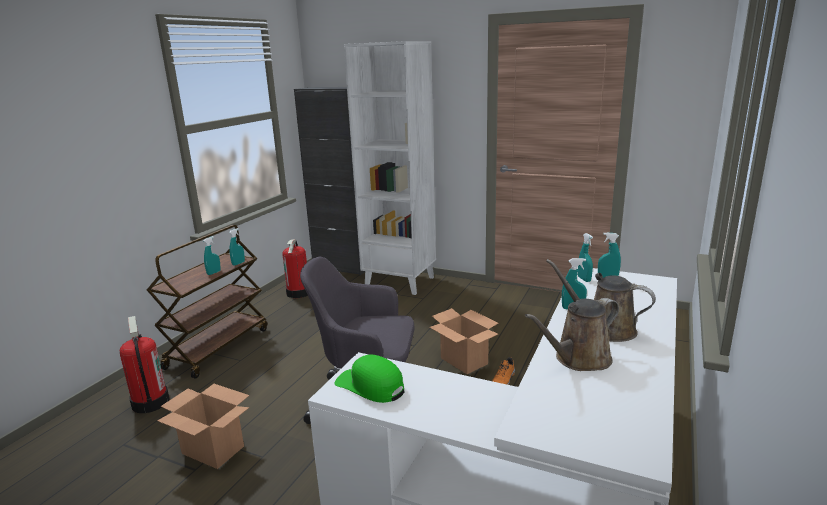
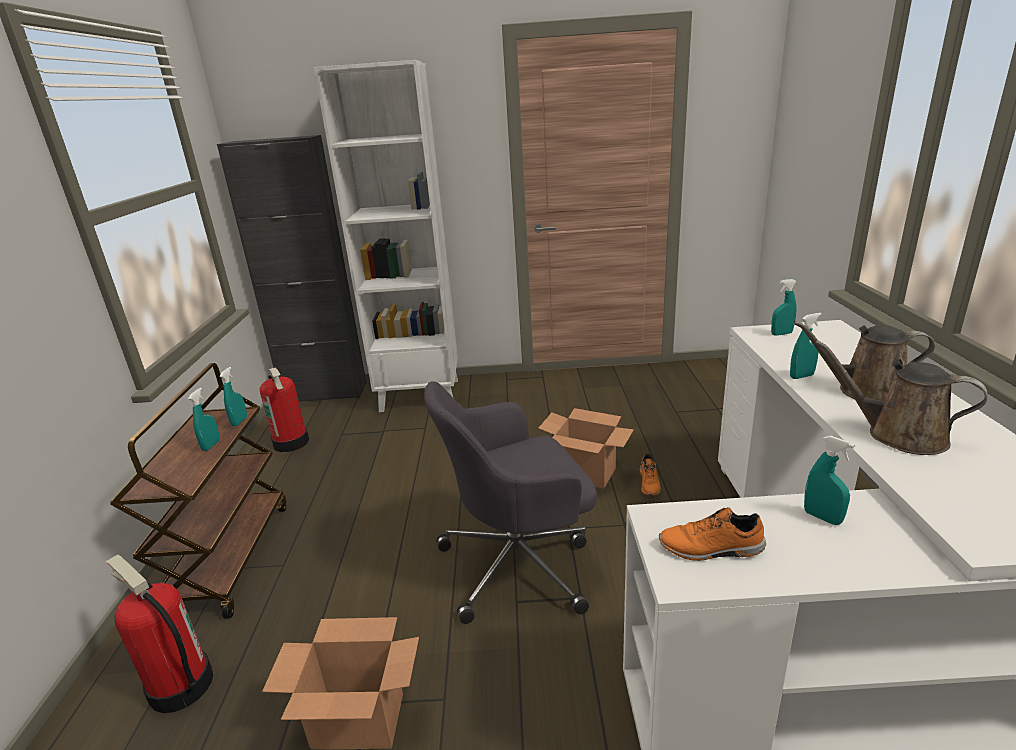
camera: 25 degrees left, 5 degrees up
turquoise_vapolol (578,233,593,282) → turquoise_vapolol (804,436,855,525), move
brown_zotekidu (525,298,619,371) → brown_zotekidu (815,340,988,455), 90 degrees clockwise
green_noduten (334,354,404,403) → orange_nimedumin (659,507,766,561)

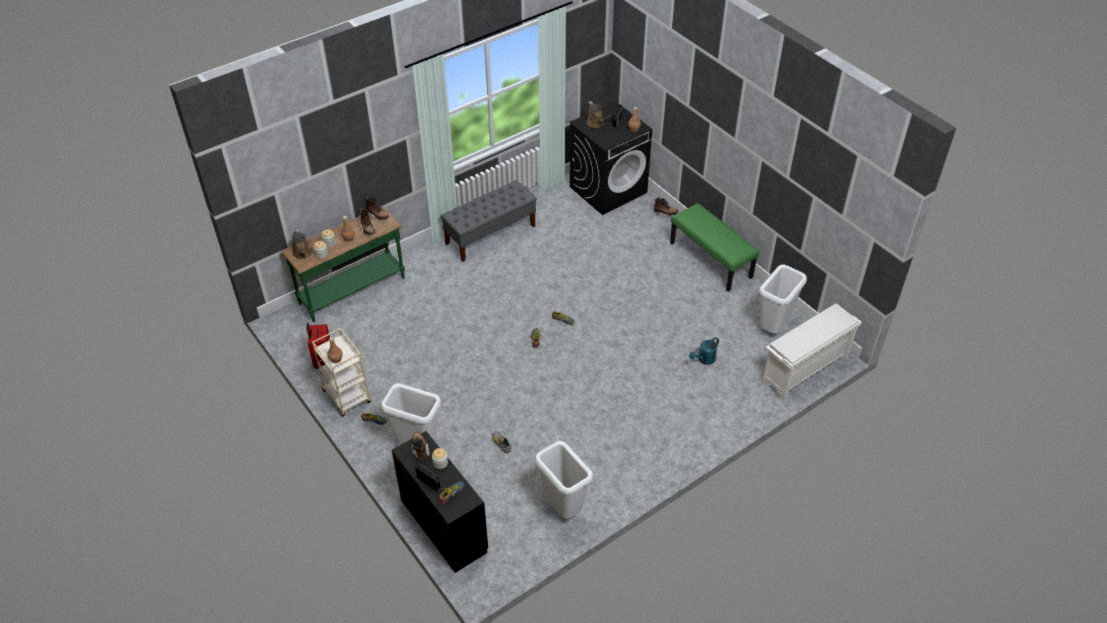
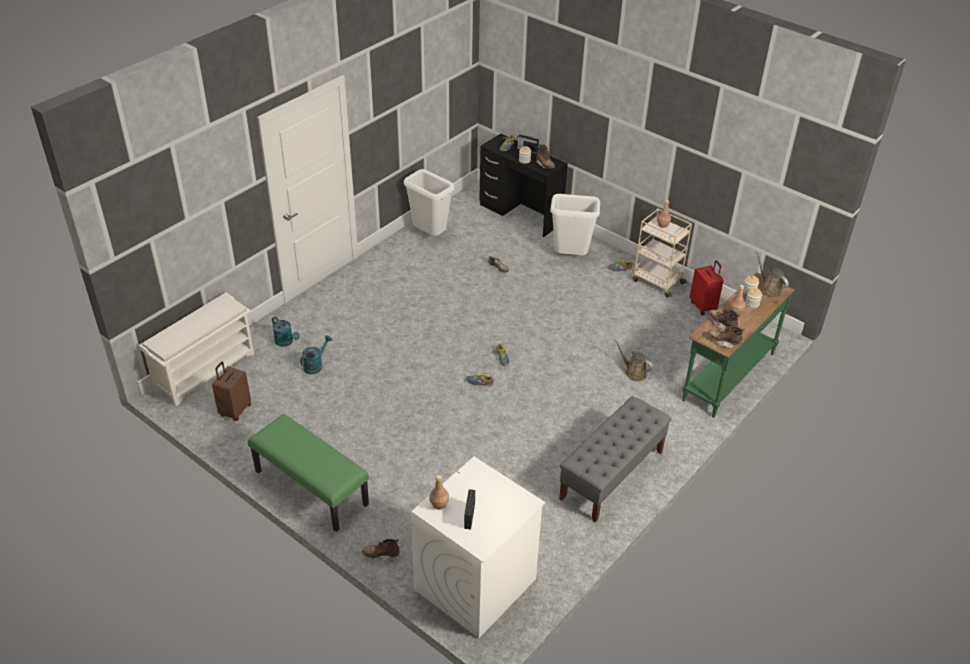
camera: 165 degrees right, 5 degrees down
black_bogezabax (569,101,652,215) → white_bogezabax (411,457,545,638)
brown_zotekidu (587,101,612,128) → brown_zotekidu (614,339,653,381), move
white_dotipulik (759,264,807,333) → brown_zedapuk (212,362,251,421)
- → turquoise_zotekidu (272,317,300,347)

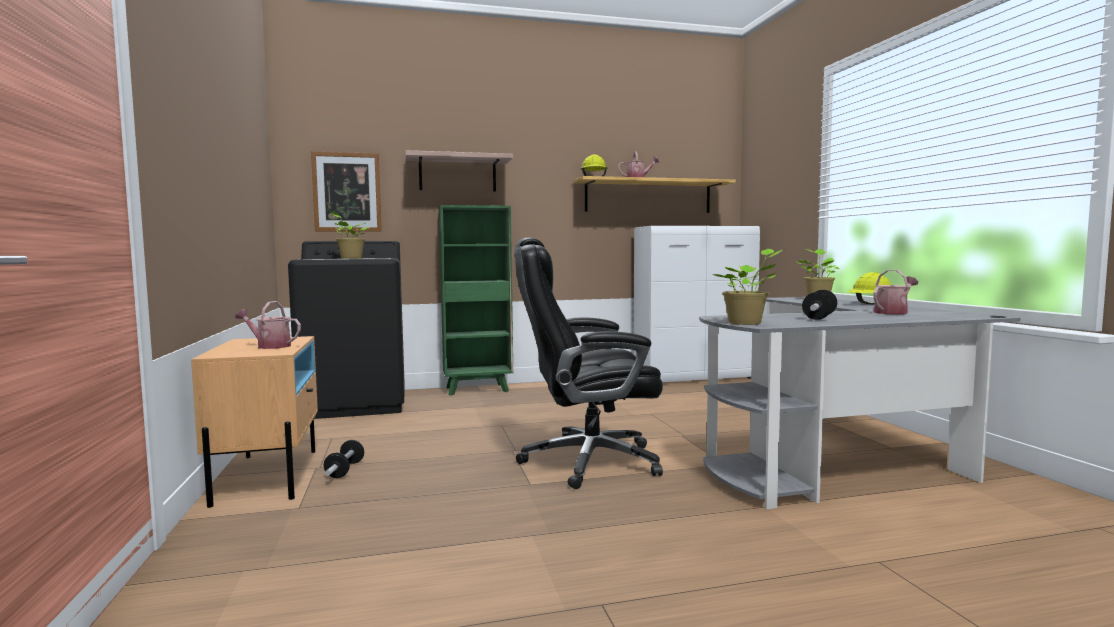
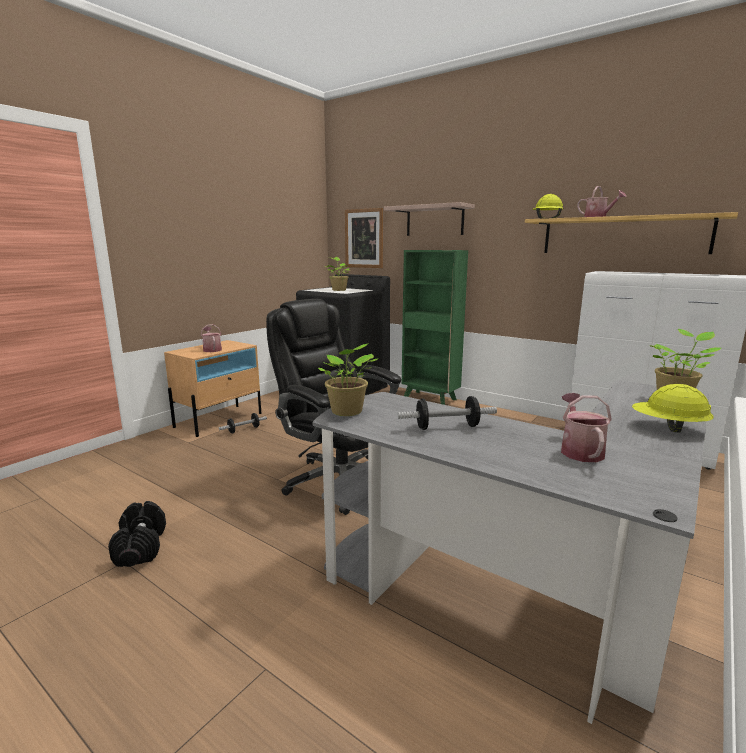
camera: 50 degrees right, 10 degrees up
zotekidu (873,270,918,314) → zotekidu (561,393,612,462), 105 degrees counterclockwise
- → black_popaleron (108,501,166,567)

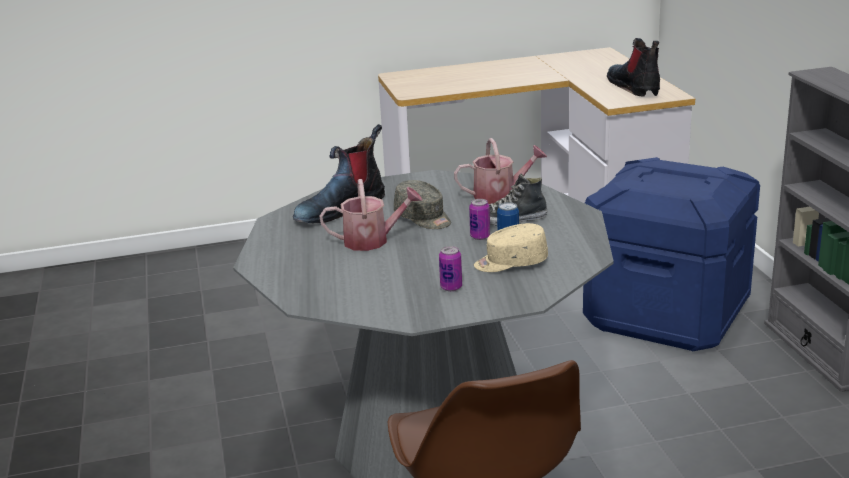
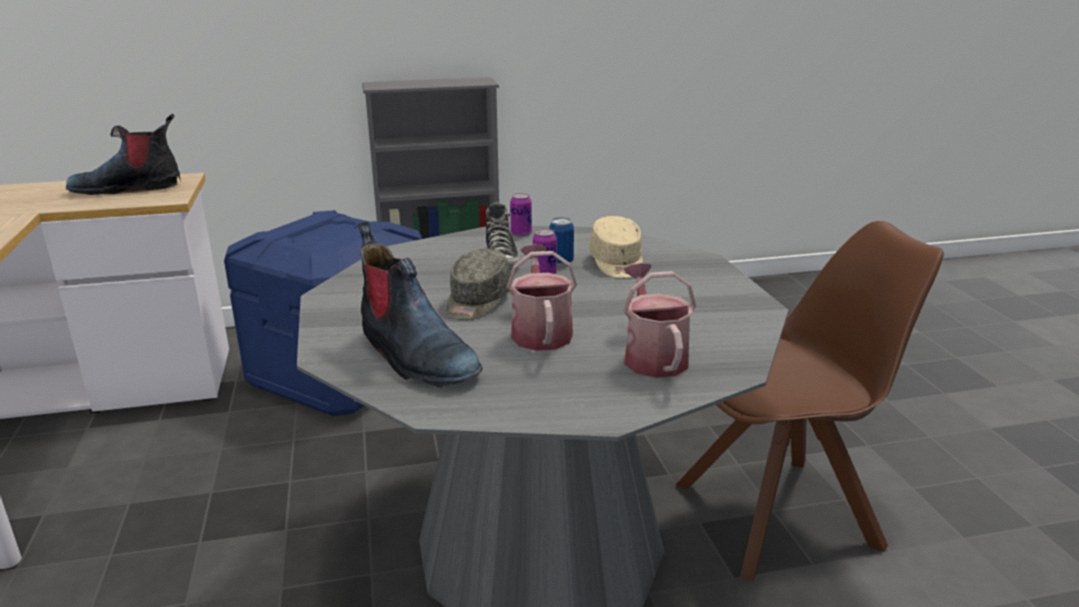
camera: 90 degrees left, 0 degrees up
zotekidu (454,138,547,204) → zotekidu (623,263,696,378), move
grey_noduten (394,180,451,229) → grey_noduten (447,249,511,320), 150 degrees clockwise
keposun (439,246,462,291) → keposun (510,193,532,237), move

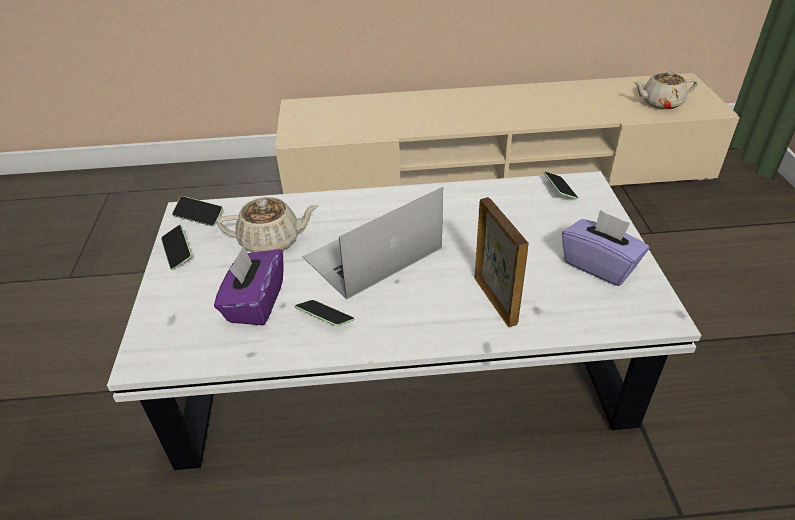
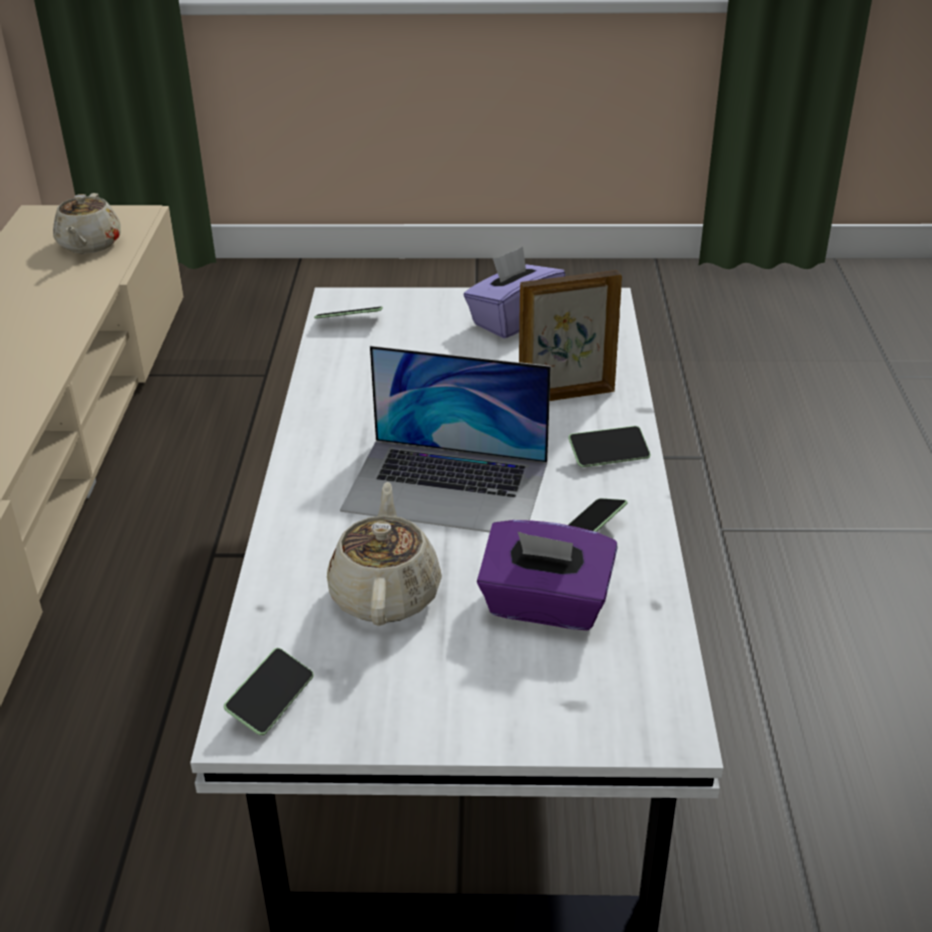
camera: 85 degrees left, 5 degrees down
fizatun (302,187,443,300) → fizatun (340,346,551,533), 45 degrees counterclockwise
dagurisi (161,225,192,270) → dagurisi (568,426,651,467), move

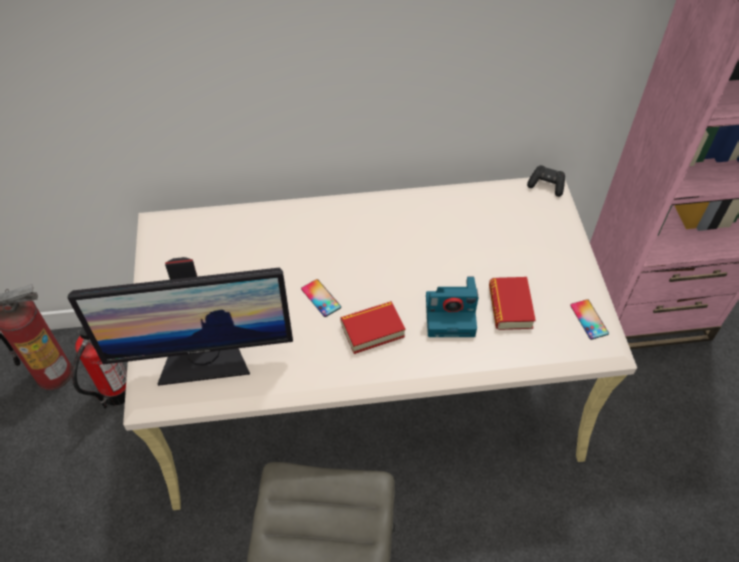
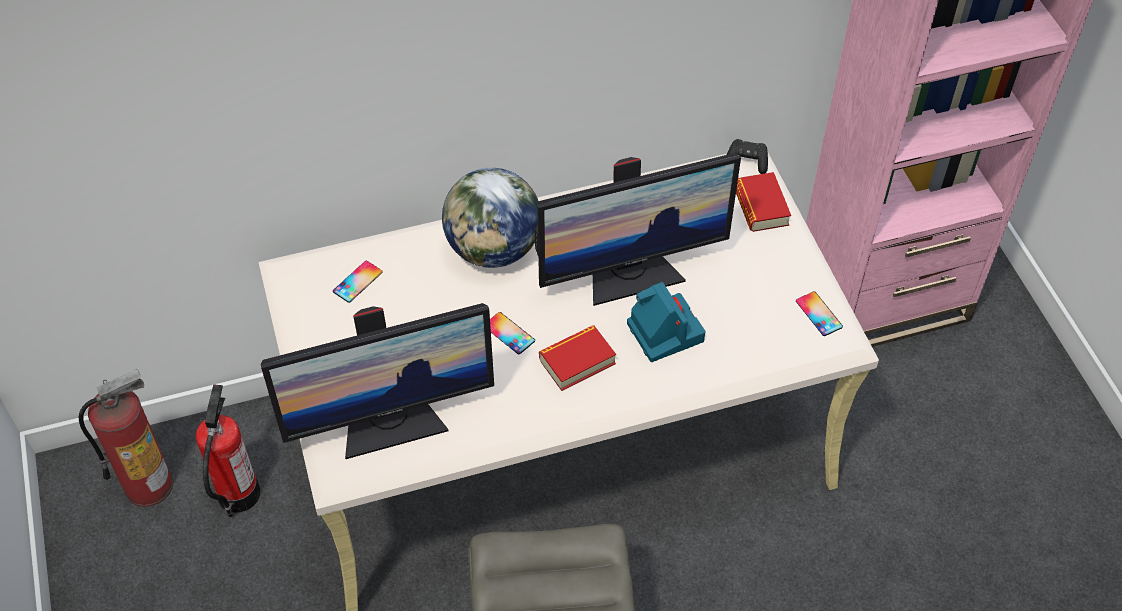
camera: 10 degrees left, 0 degrees up
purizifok (426,276,479,337) → purizifok (627,282,705,362), 105 degrees counterclockwise
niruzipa (489,277,536,330) → niruzipa (736,172,791,232), move
- → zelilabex (535,153,741,306)
- → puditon (442,168,538,268)
- → dagurisi (333,261,383,303)

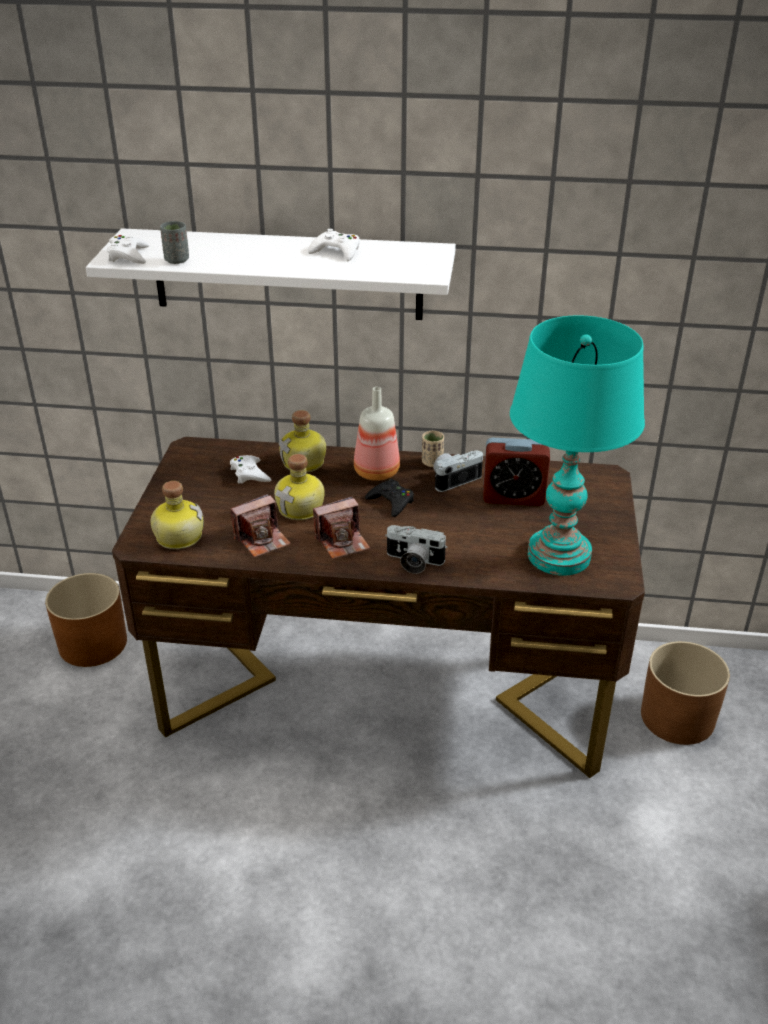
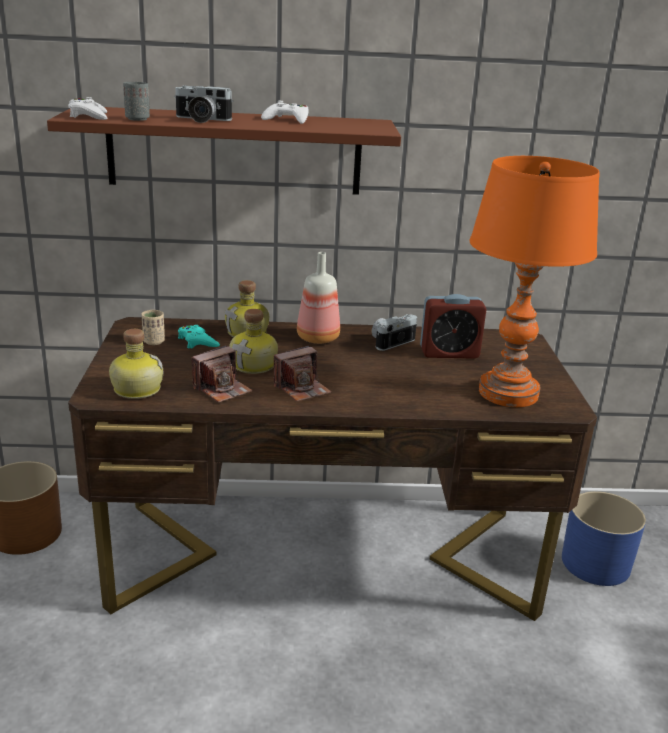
camera: 10 degrees left, 10 degrees down
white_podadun (86,228,456,320) → brown_podadun (47,107,401,195)
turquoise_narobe (510,315,645,576) → orange_narobe (470,156,600,407)
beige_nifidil (422,431,444,467) → beige_nifidil (142,310,165,345), move
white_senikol (230,455,271,484) → turquoise_senikol (178,325,220,349)
black_senikol (365,479,414,517) → -
purizifok (385,525,448,574) → purizifok (174,85,234,123), move
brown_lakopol (641,641,730,745) → blue_lakopol (562,491,646,586)

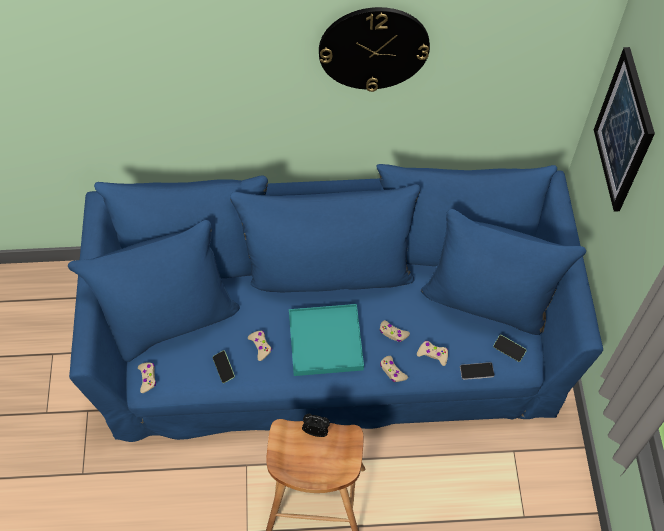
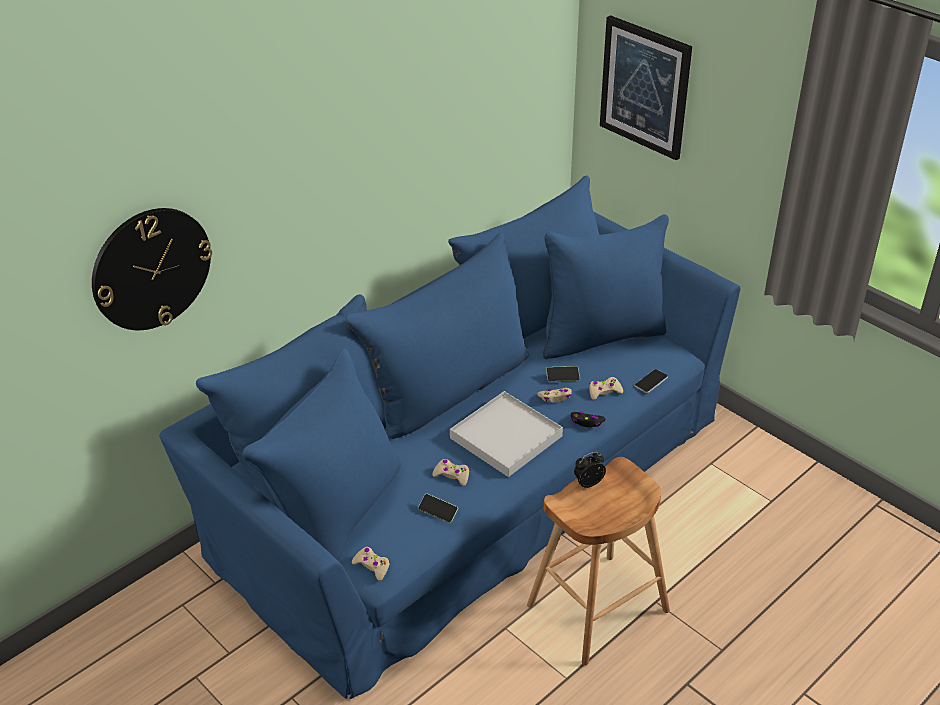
camera: 40 degrees left, 20 degrees down
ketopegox (319,7,430,92) → ketopegox (92,208,212,330), move
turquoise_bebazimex (289,304,364,376) → white_bebazimex (450,391,563,477)
dagurisi (493,335,527,362) → dagurisi (546,366,580,382), move
beige_senikol (380,356,408,382) → black_senikol (571,411,606,427)

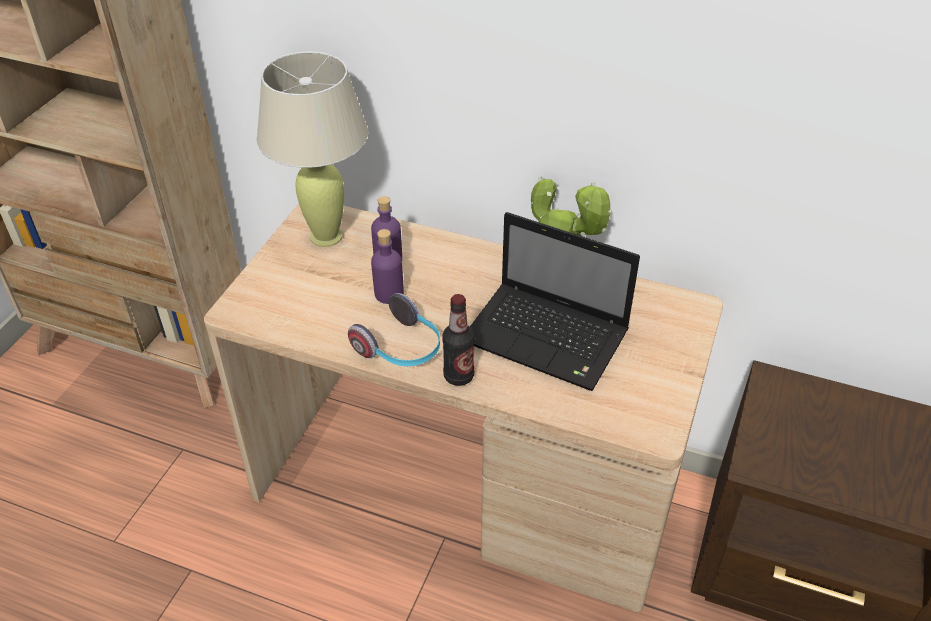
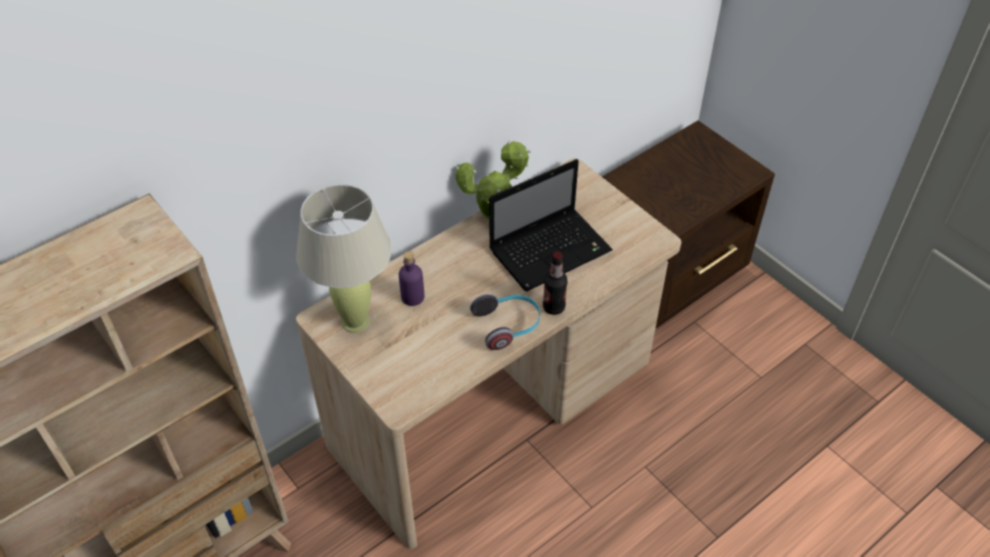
camera: 60 degrees left, 5 degrees up
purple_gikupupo (371,229,404,304) → -

